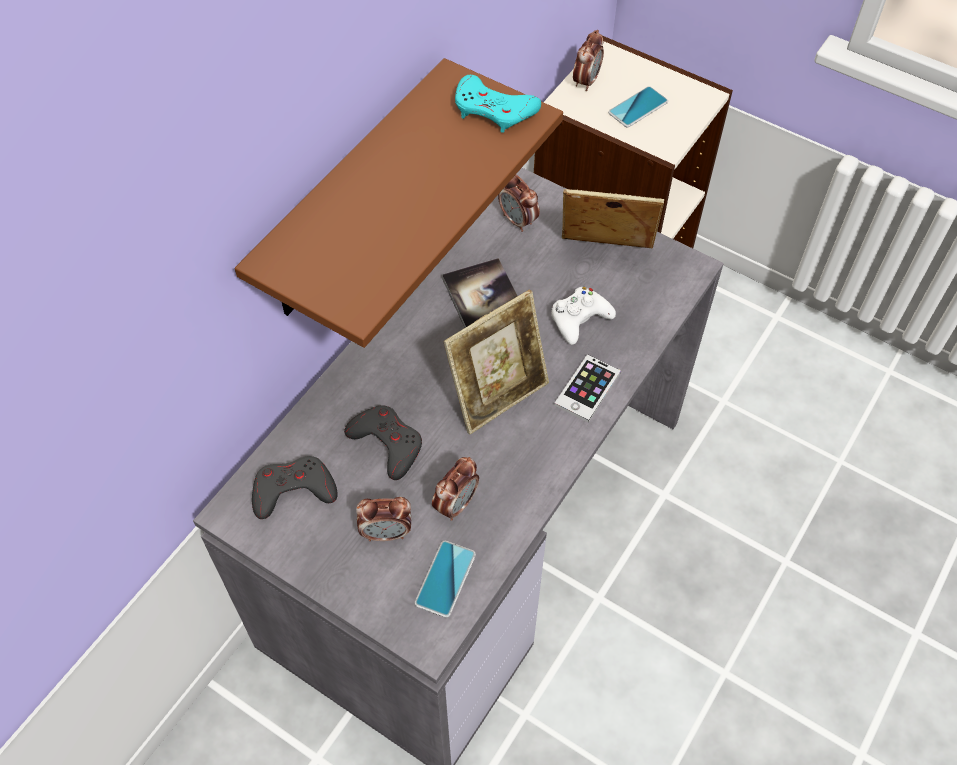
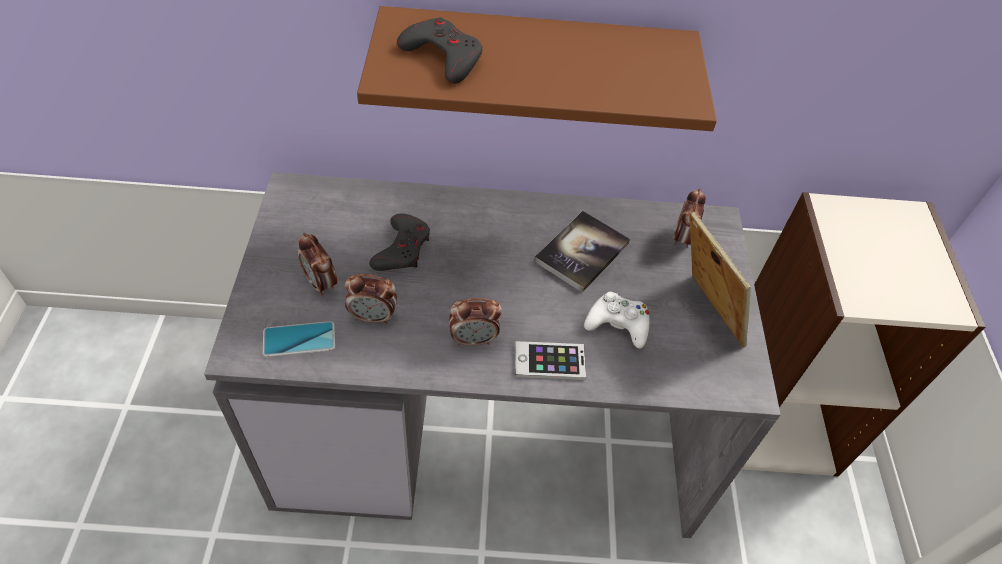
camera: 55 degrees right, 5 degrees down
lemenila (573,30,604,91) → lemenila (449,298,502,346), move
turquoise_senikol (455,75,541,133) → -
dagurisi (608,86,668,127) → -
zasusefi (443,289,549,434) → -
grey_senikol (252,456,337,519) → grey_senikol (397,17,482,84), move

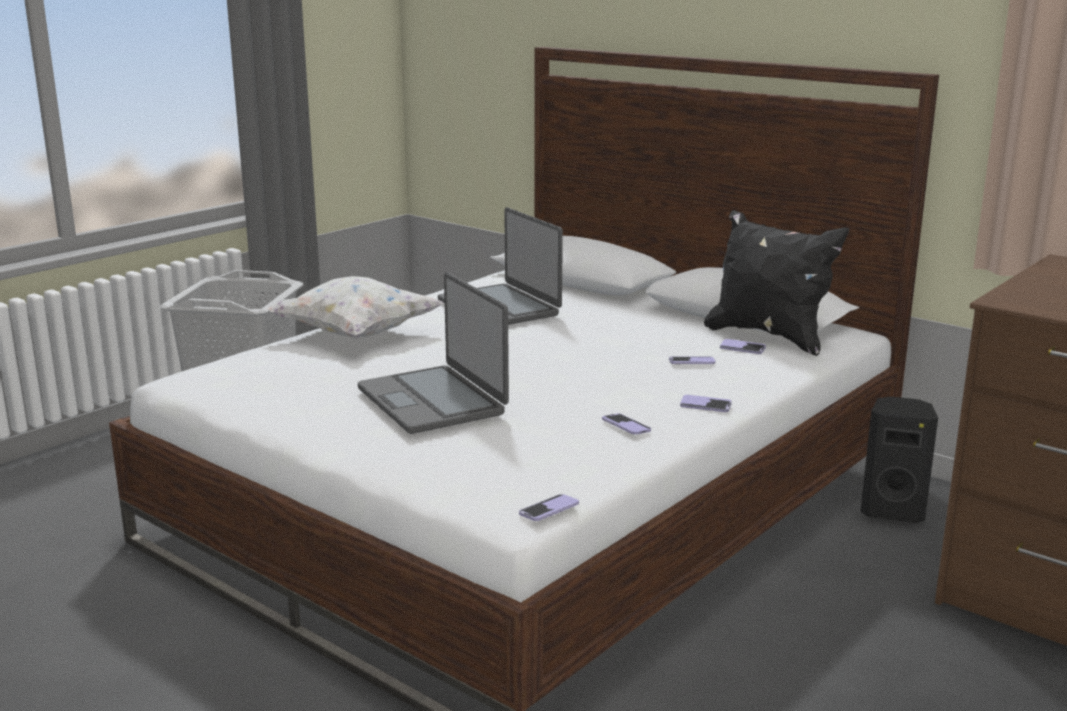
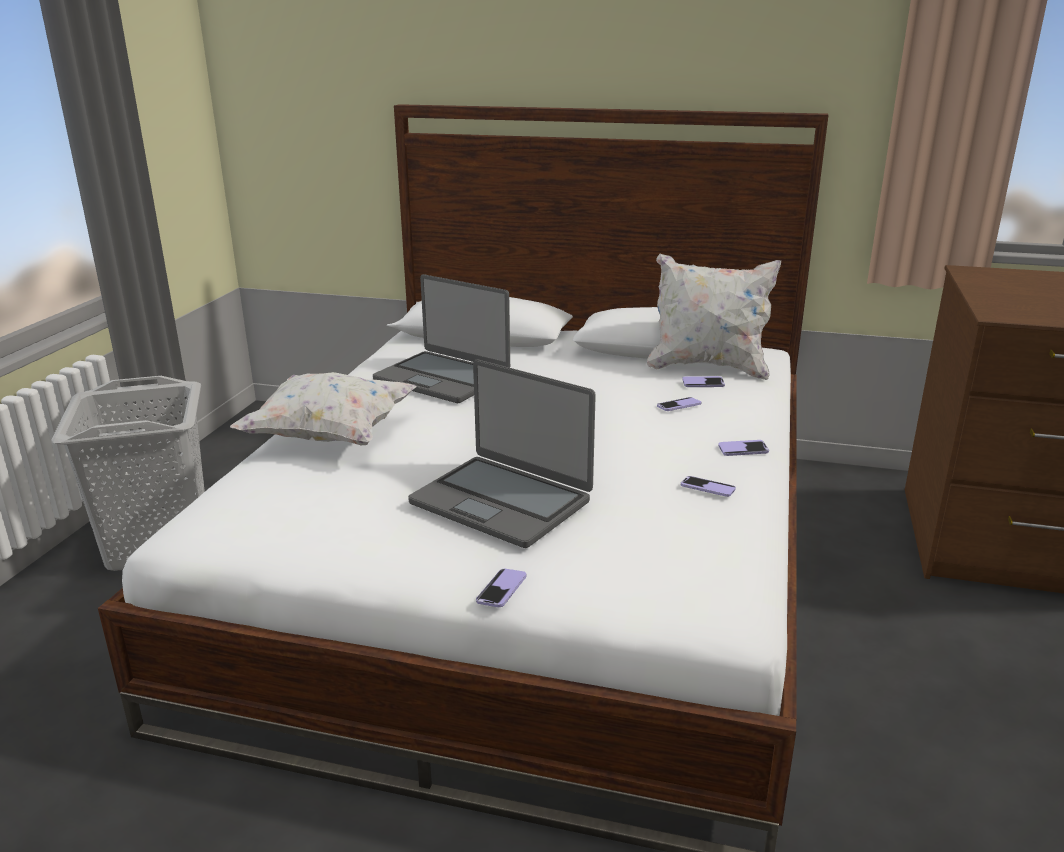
camera: 25 degrees left, 5 degrees up
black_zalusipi (704,210,849,356) → white_zalusipi (647,254,781,380)
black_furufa (860,397,938,523) → -
dagurisi (519,494,579,521) → dagurisi (476,569,527,607), move

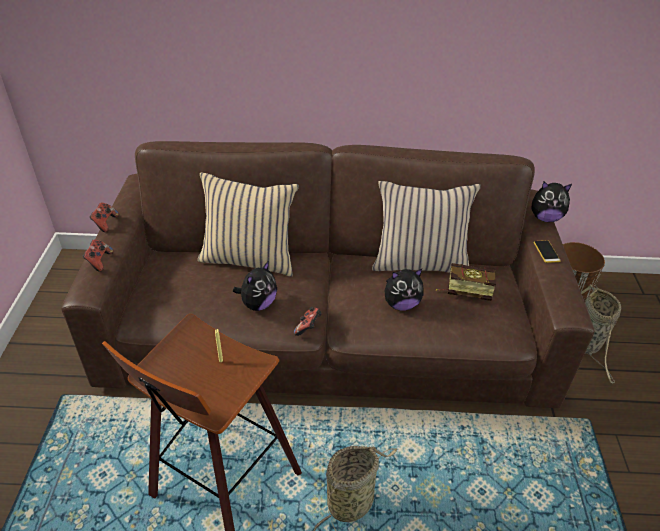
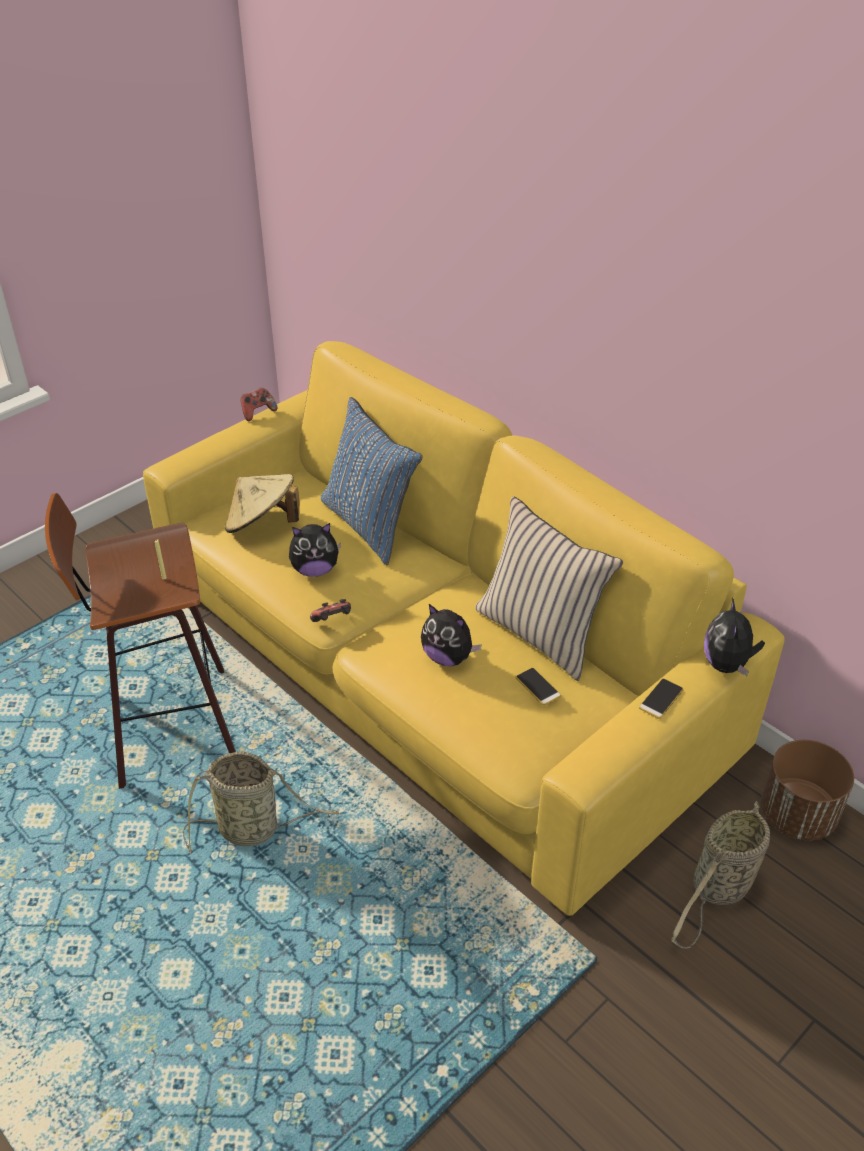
camera: 45 degrees right, 0 degrees up
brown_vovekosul (61,141,595,408) → yellow_vovekosul (143,341,785,916)
beige_zalusipi (198,172,299,277) → blue_zalusipi (320,397,422,565)
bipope (531,182,572,222) → bipope (704,598,765,676), 45 degrees clockwise
senikol (83,239,113,272) → -
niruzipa (436,263,496,301) → dagurisi (516,668,561,705)
- → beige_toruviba (225,474,300,533)

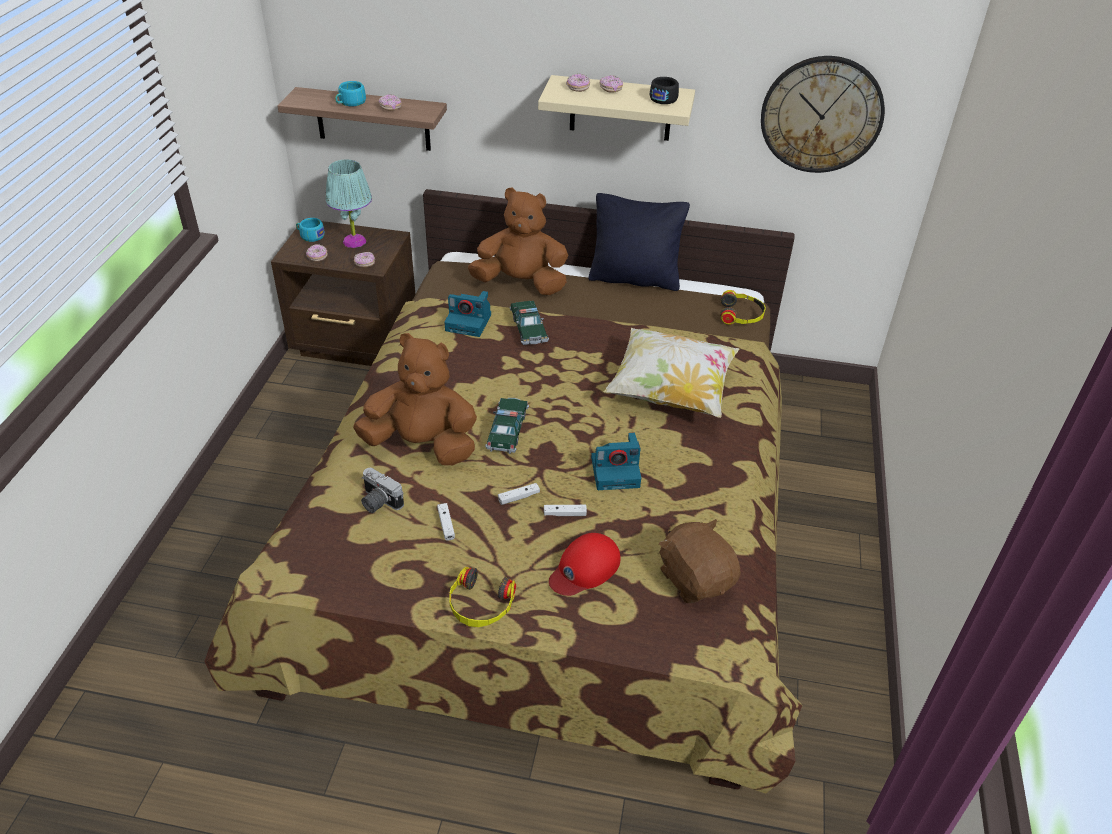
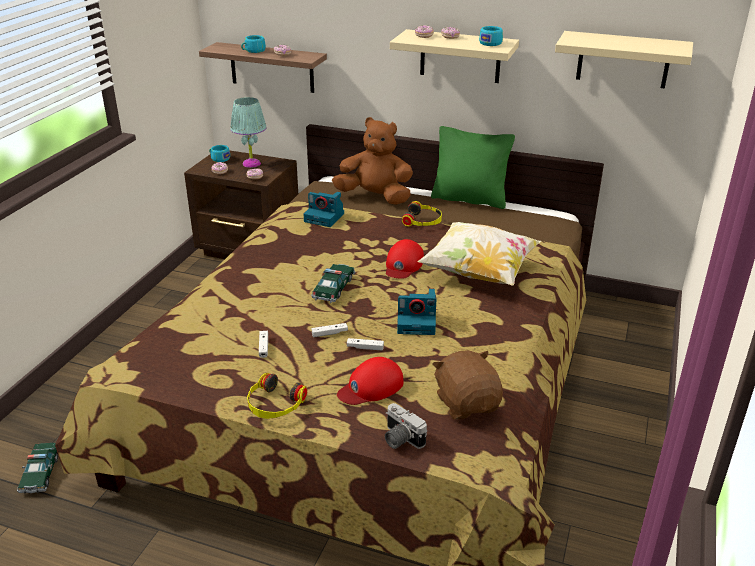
camera: 10 degrees right, 10 degrees down
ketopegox (761,56,885,173) → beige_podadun (555,31,693,89)
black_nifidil (650,77,679,104) → turquoise_nifidil (479,26,503,46)
black_zalusipi (588,193,690,291) → green_zalusipi (431,126,515,209)
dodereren (720,290,766,325) → dodereren (402,201,442,227), move
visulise (509,301,549,345) → visulise (17,443,58,493), move
brown_bipope (353,333,477,465) → -
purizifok (361,468,404,513) → purizifok (385,403,427,449), move
- → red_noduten (386,239,424,279)

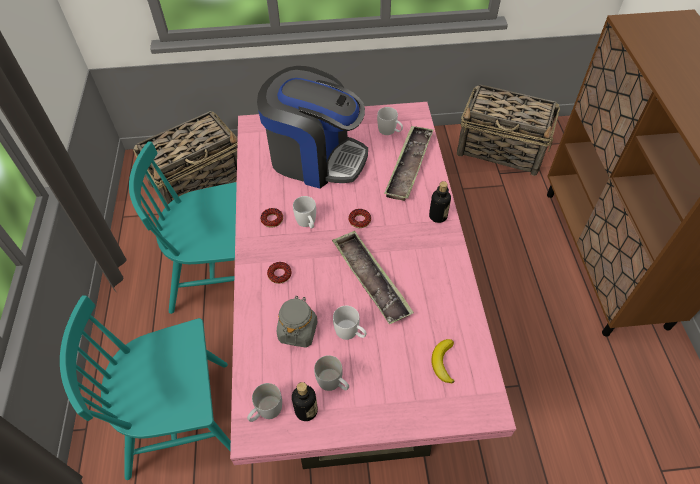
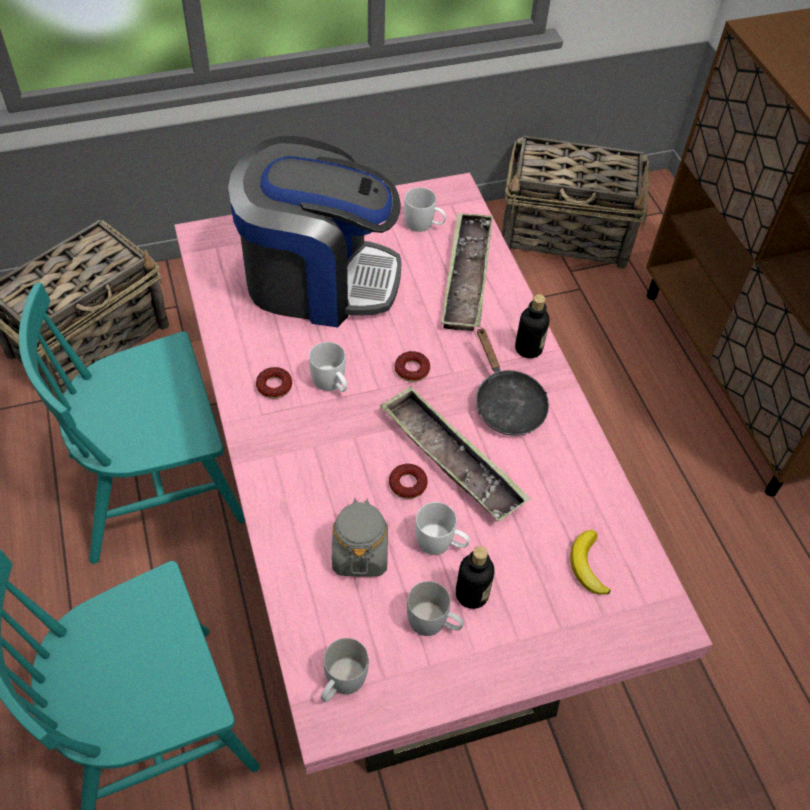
camera: 15 degrees left, 0 degrees up
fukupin (267,262,292,284) → fukupin (389,464,428,499), move
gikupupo (292,382,318,421) → gikupupo (456,546,494,609), move
- → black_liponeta (476,327,549,436)

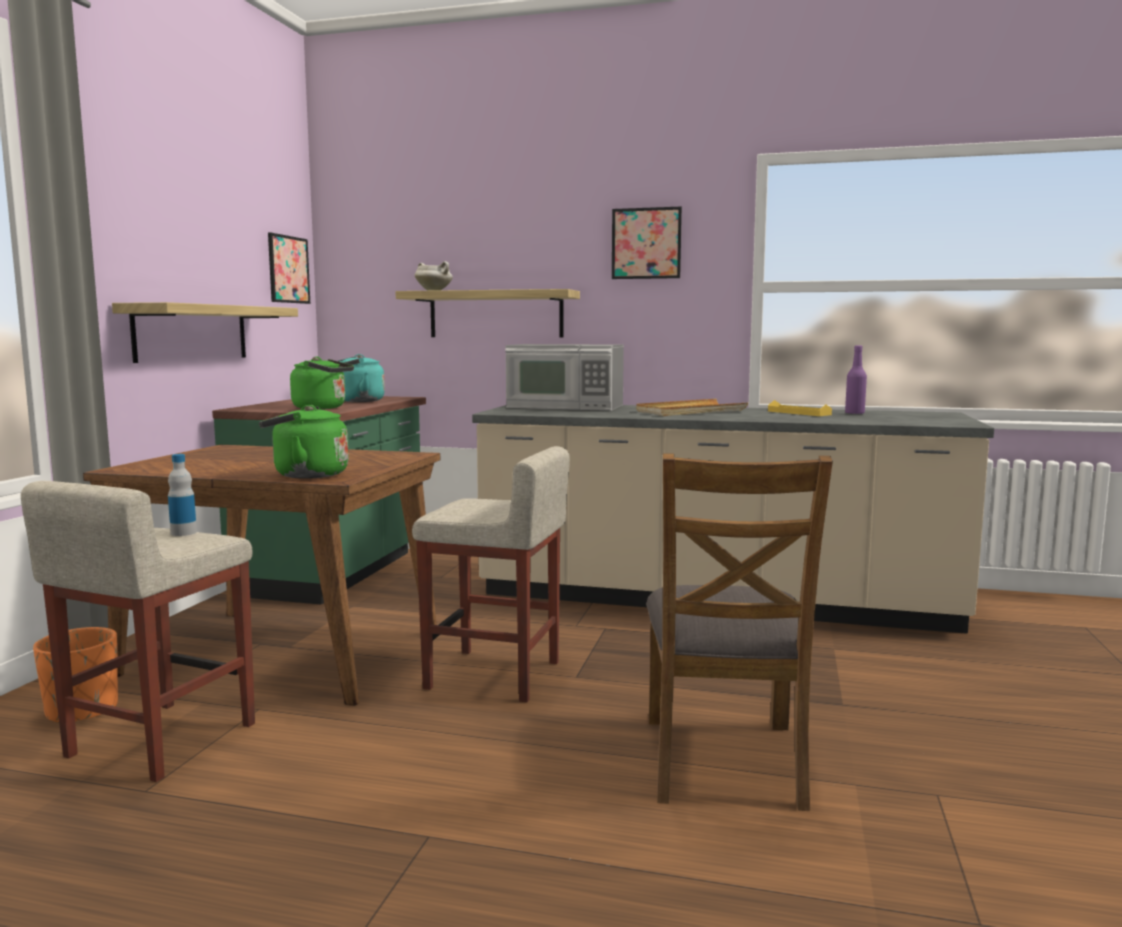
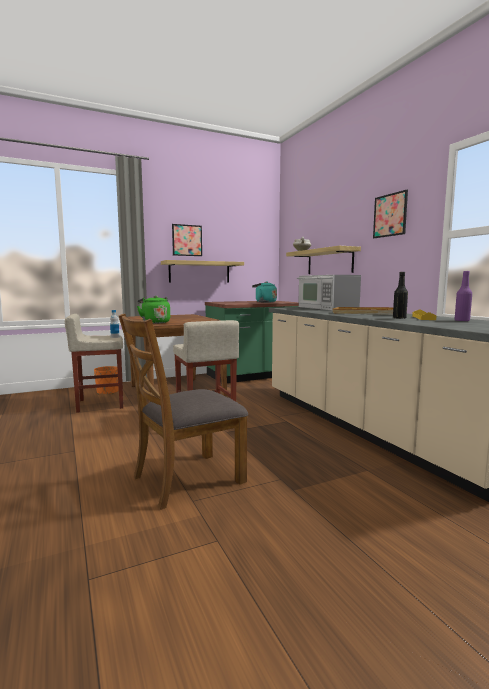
camera: 50 degrees right, 0 degrees up
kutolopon (268,232,310,304) → kutolopon (172,224,202,256), move
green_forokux (290,357,354,409) → -
- → black_gikupupo (393,272,408,319)

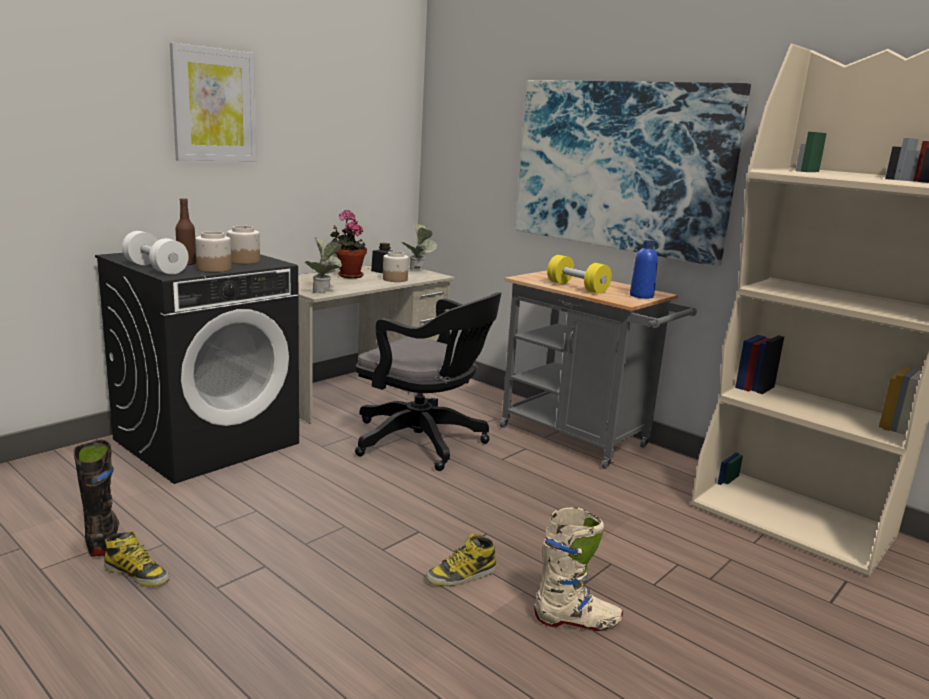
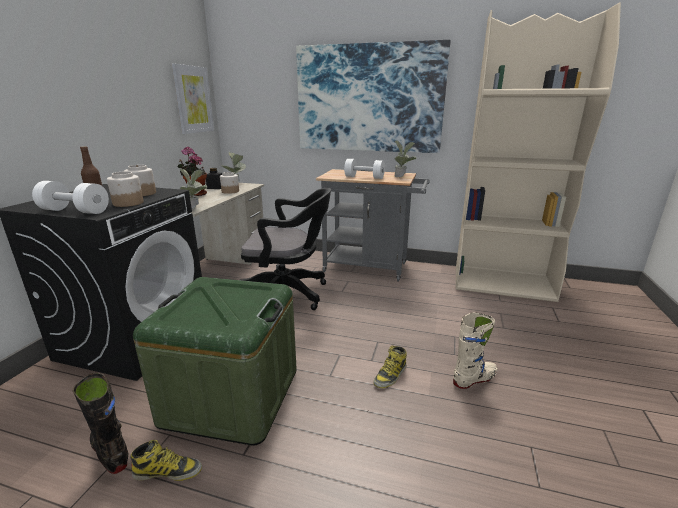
camera: 25 degrees left, 5 degrees up
kutolopon (170,43,257,161) → kutolopon (172,63,214,134), move
blue_gikupupo (630,240,658,299) → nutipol (395,140,417,177)
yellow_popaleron (547,255,612,294) → white_popaleron (344,159,385,179)
- → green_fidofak (133,277,297,446)

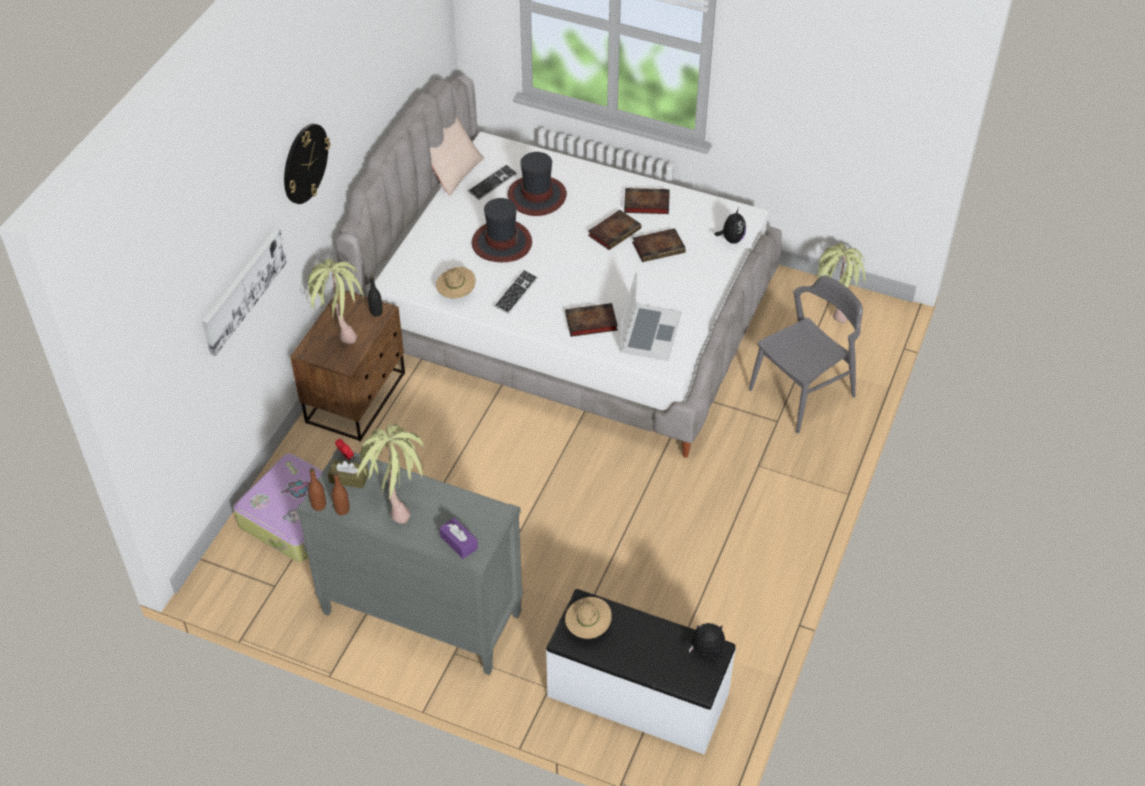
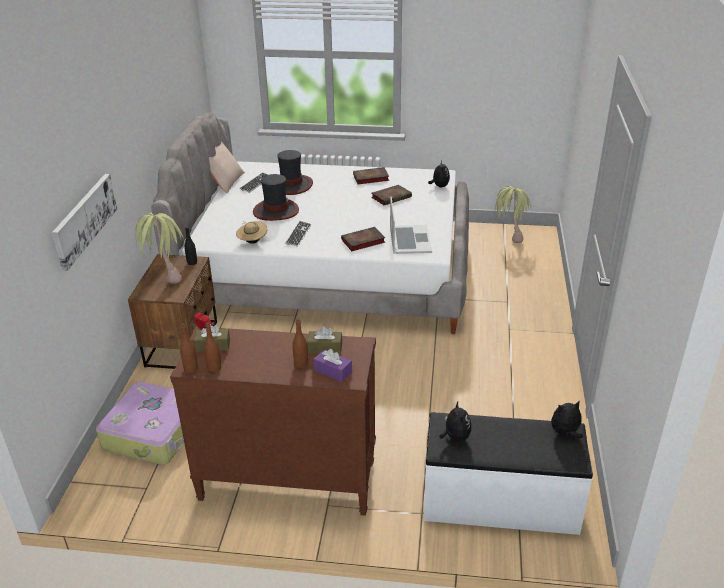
camera: 15 degrees left, 15 degrees down
ketopegox (284,124,330,204) → -
niruzipa (588,210,641,250) → -
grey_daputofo (749,276,863,434) → -
nutipol (354,424,424,524) → -
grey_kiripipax (297,448,523,675) → brown_kiripipax (170,326,376,516)
beige_toruviba (565,597,612,639) → bipope (439,402,472,442)
- → brown_gikupupo (293,318,308,368)
- → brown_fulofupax (307,326,342,354)

